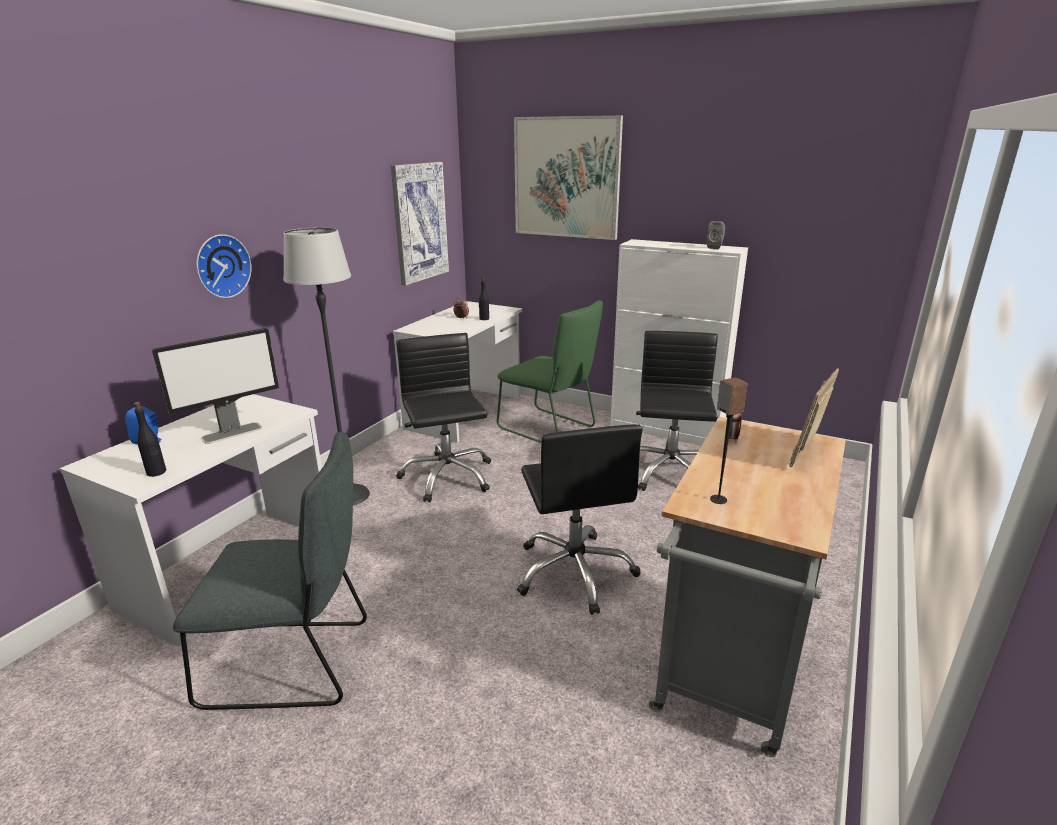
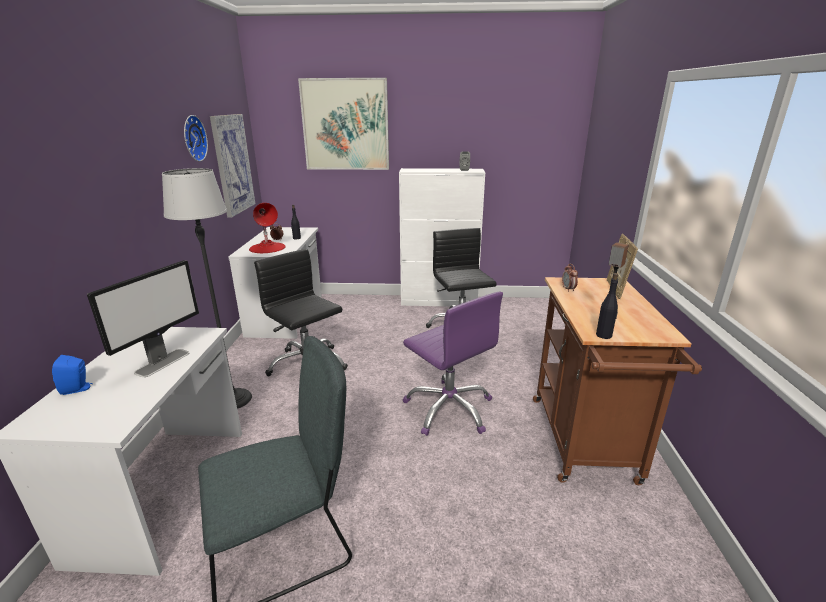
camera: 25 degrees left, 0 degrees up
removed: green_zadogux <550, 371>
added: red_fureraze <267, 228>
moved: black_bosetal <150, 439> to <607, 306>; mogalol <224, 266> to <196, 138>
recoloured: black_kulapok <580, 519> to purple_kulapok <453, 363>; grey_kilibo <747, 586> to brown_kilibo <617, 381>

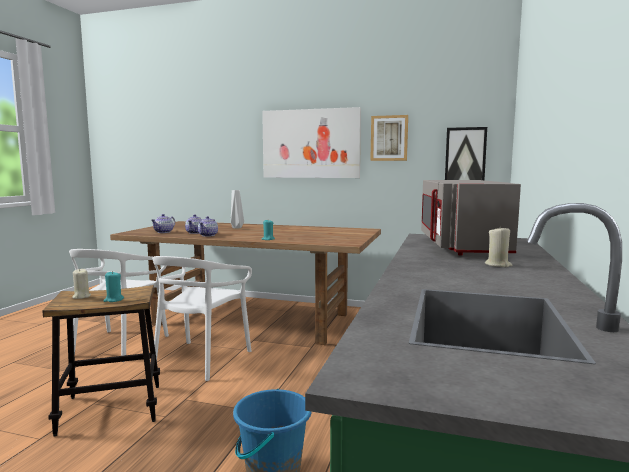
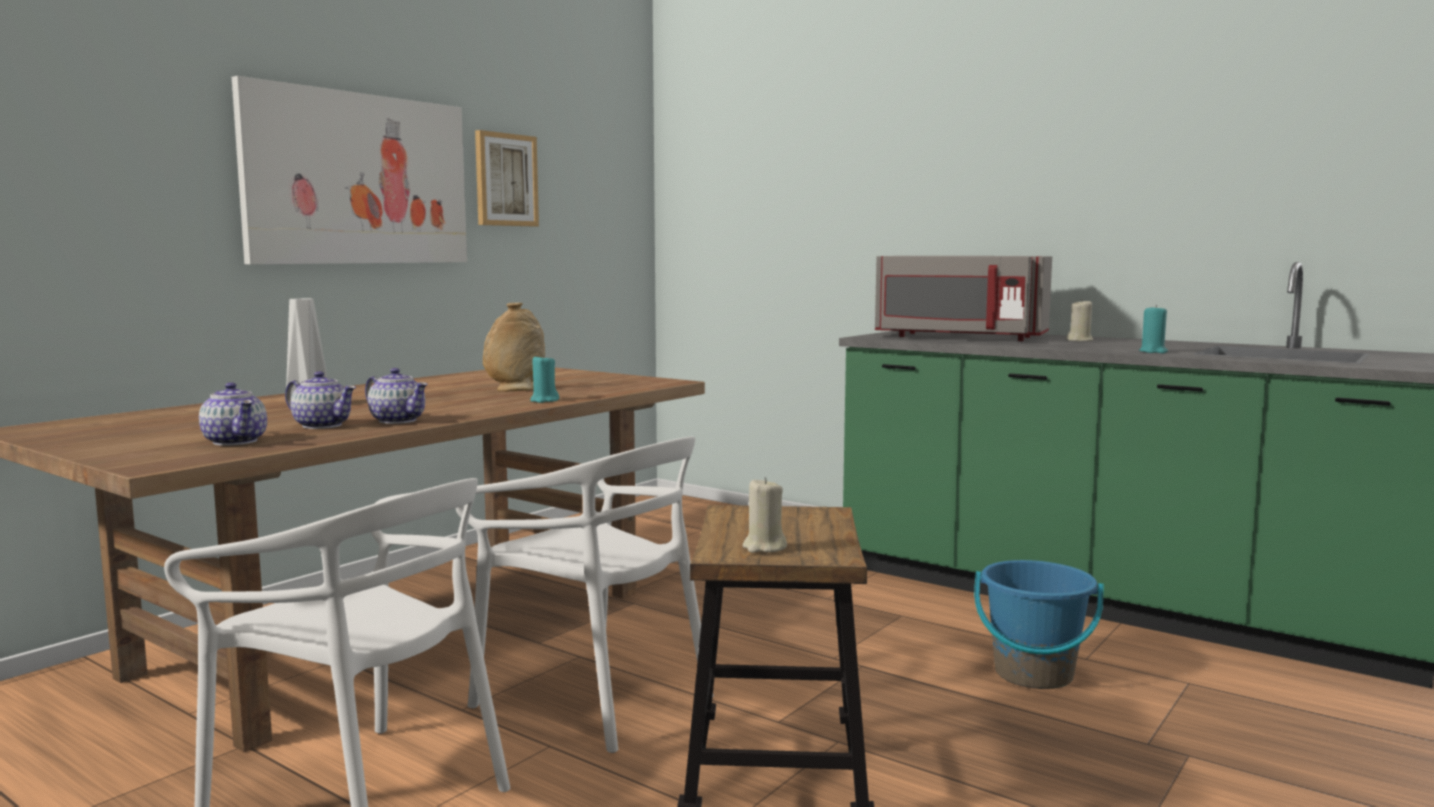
camera: 70 degrees left, 0 degrees up
removed: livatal <466, 153>
added: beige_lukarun <514, 347>
moved: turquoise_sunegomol <114, 286> to <1153, 329>

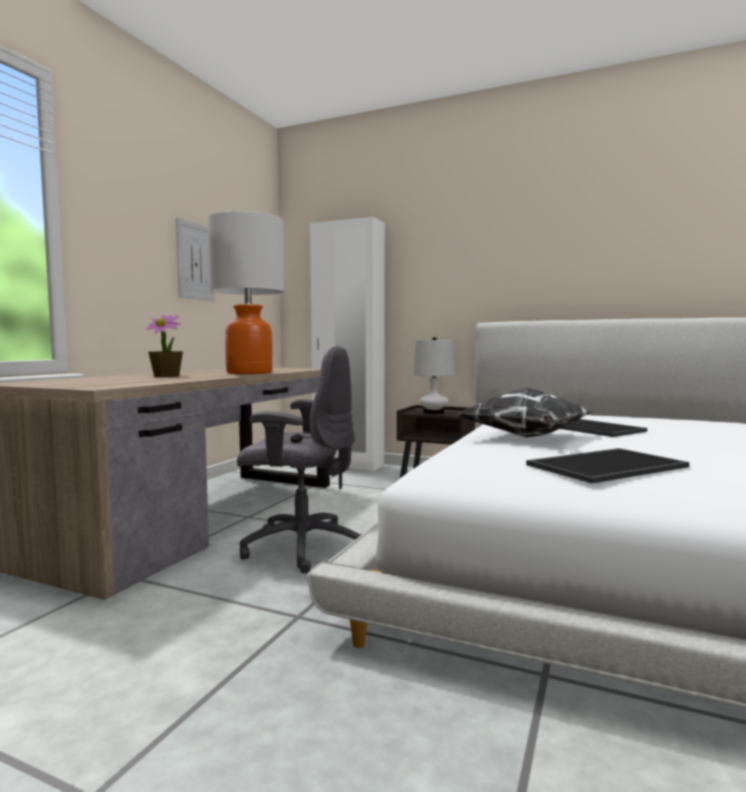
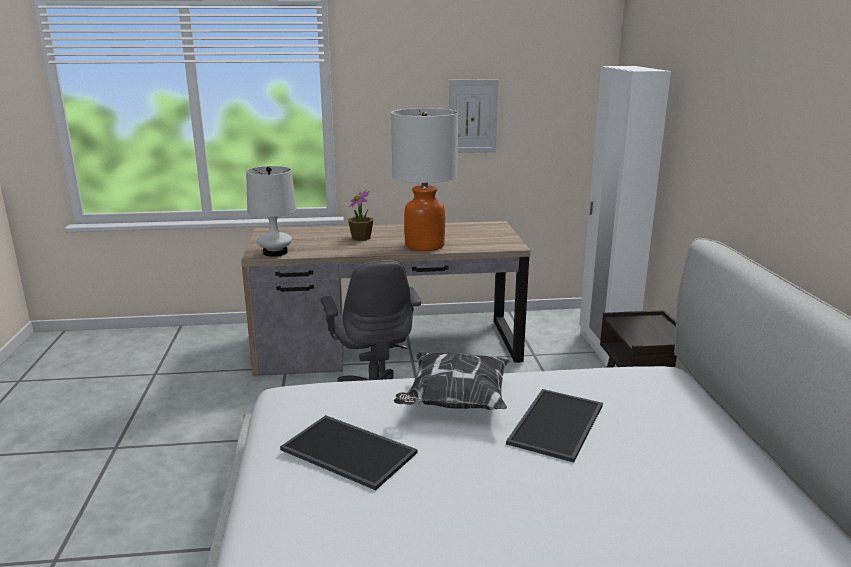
camera: 60 degrees right, 15 degrees up
moved: white_fureraze <434, 375> to <271, 211>

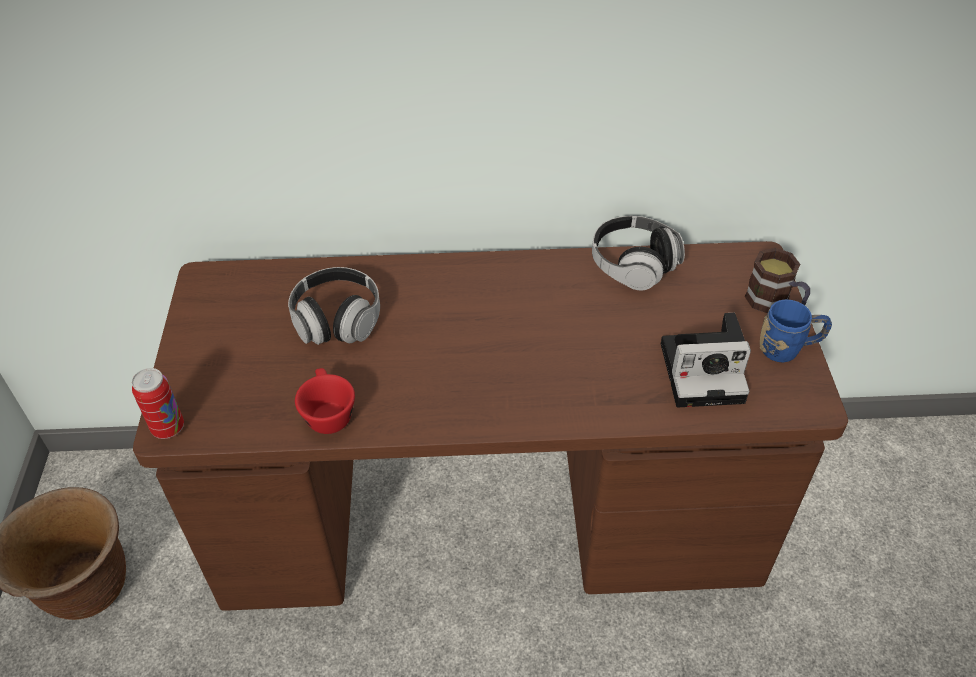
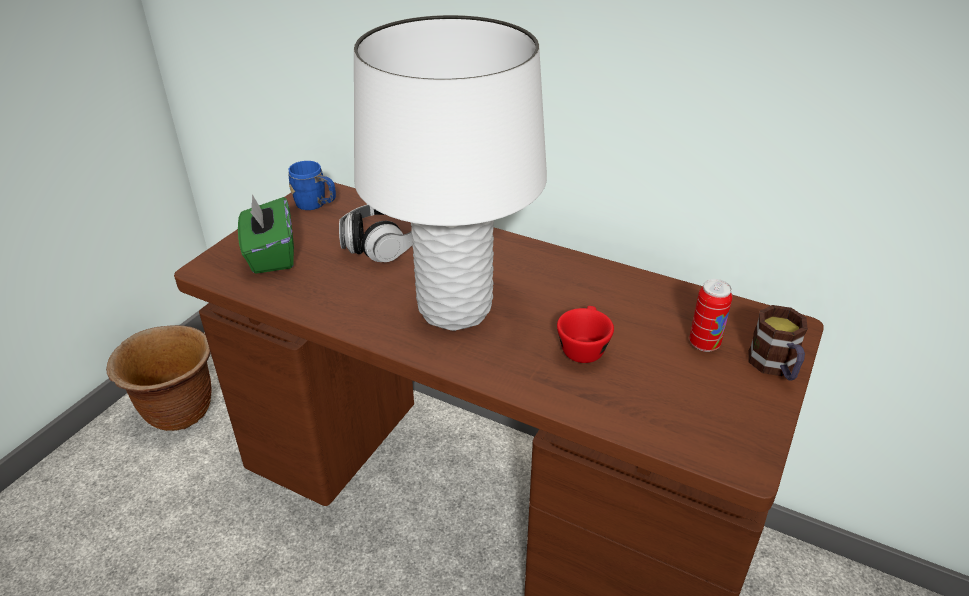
camera: 30 degrees right, 10 degrees down
removed: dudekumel <638, 253>; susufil <706, 360>
added: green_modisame <266, 234>; white_fureraze <450, 173>
moved: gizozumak <158, 403> to <710, 315>; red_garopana <325, 401> to <585, 334>; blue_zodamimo <796, 330> to <312, 185>

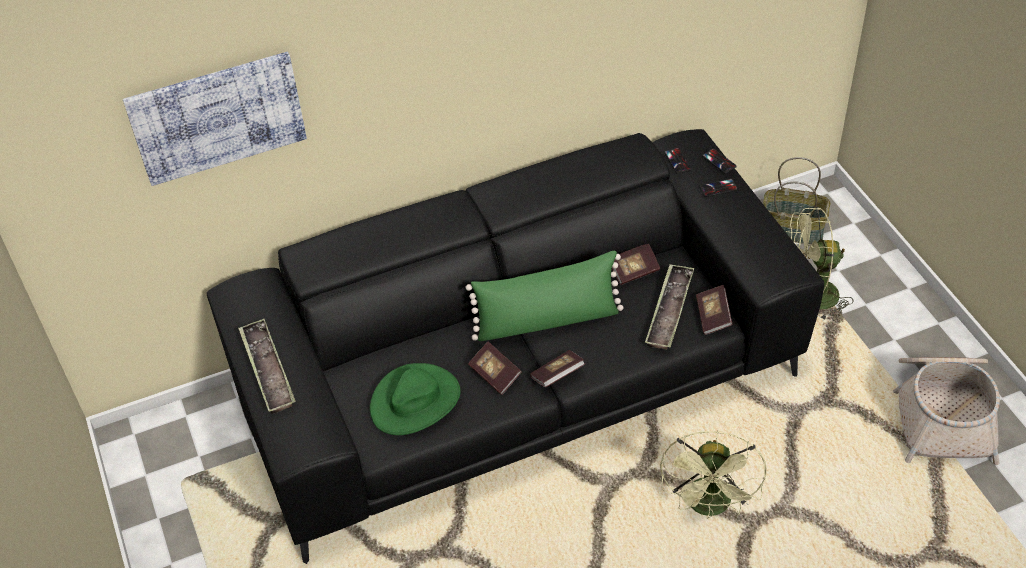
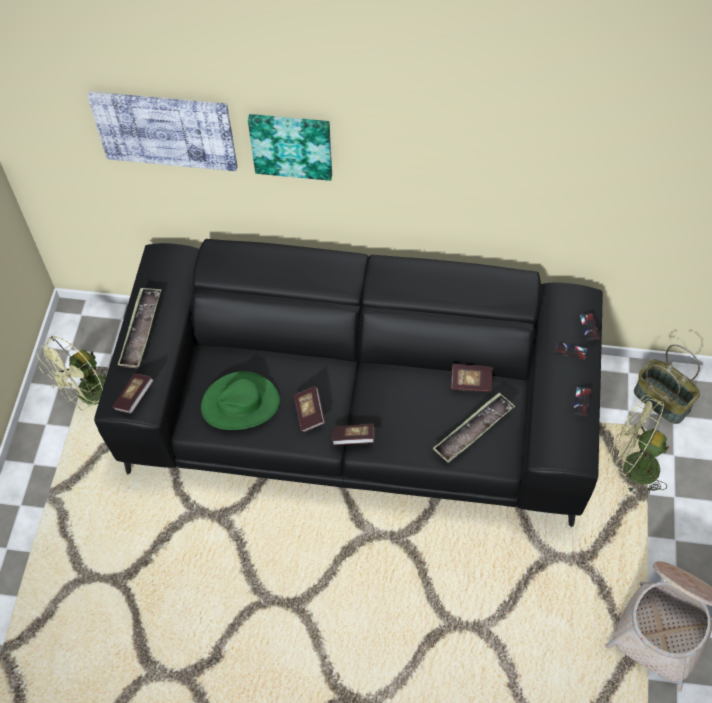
camera: 30 degrees right, 10 degrees up
removed: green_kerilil <545, 296>
added: livatal <290, 147>
moved: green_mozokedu <713, 474> to <71, 373>; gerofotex <677, 161> to <581, 401>; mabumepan <714, 310> to <133, 393>

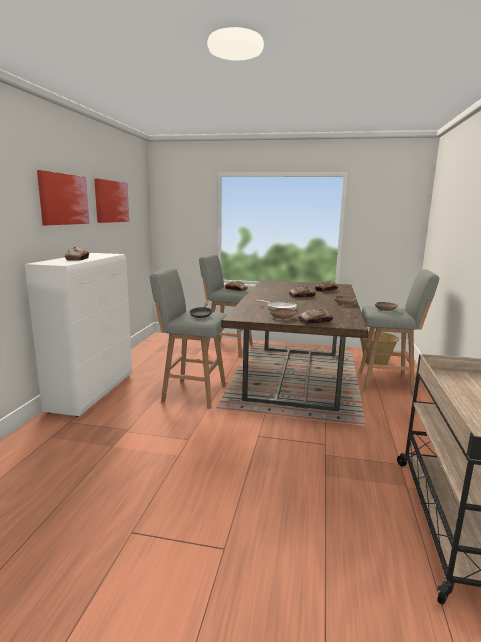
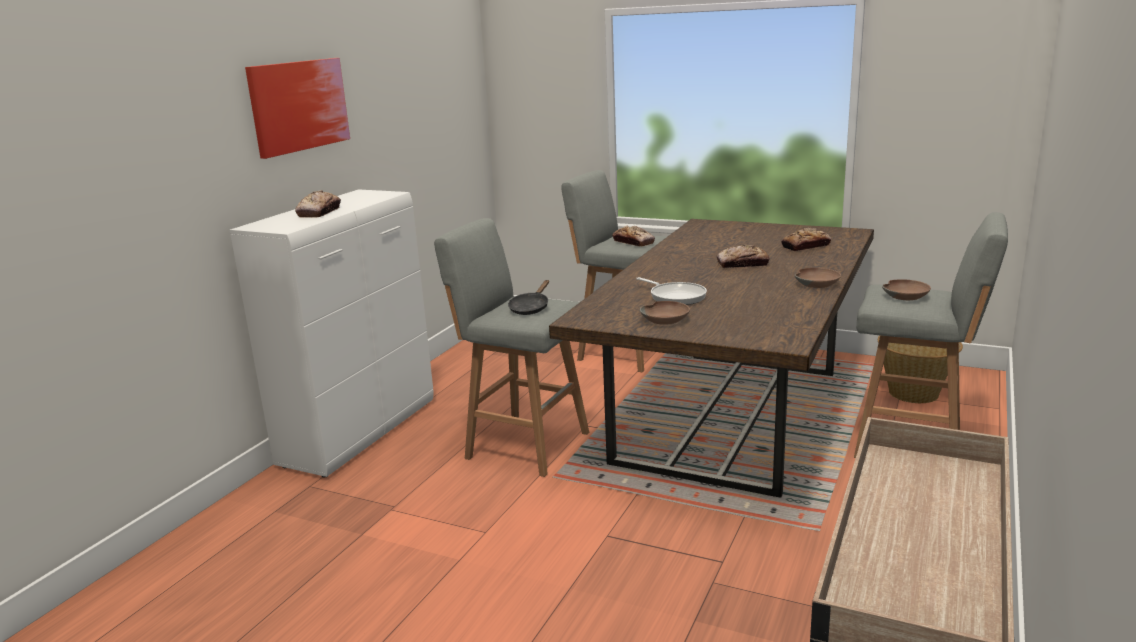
camera: 15 degrees right, 5 degrees up
removed: livatal <111, 200>; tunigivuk <315, 316>

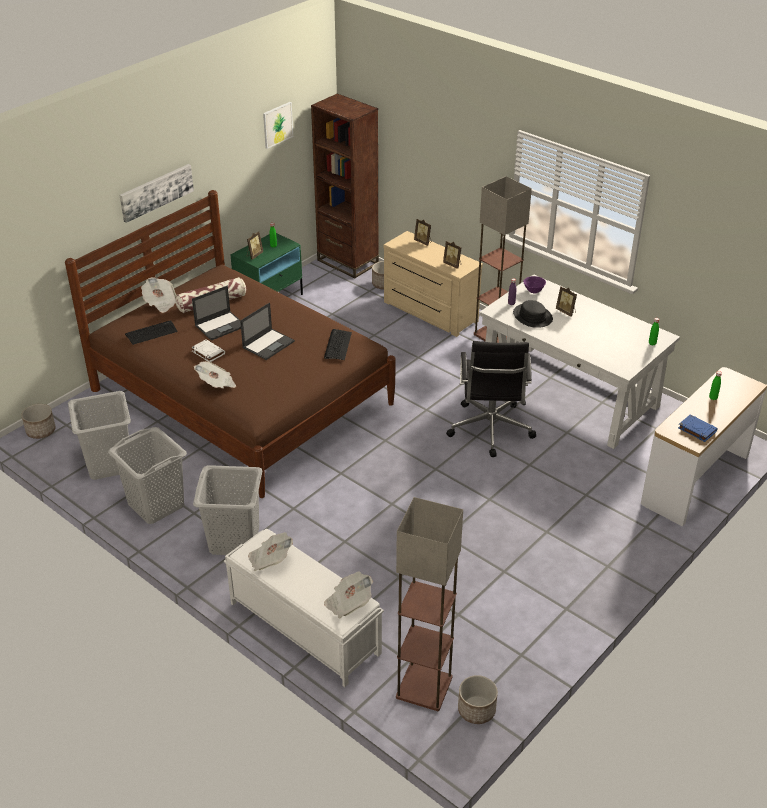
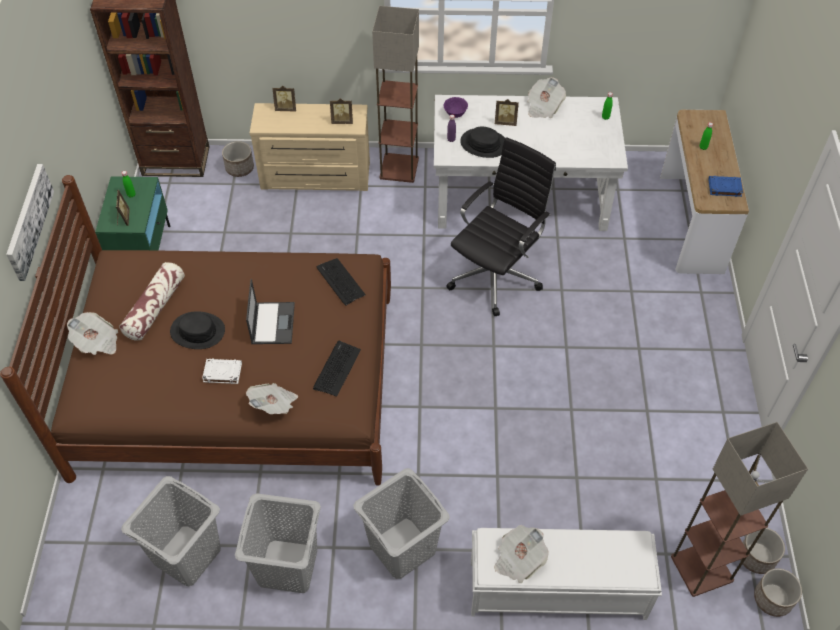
camera: 40 degrees left, 15 degrees up
removed: livatal <278, 125>
moved: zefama <38, 421> to <778, 592>; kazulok <151, 333> to <337, 369>; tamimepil <348, 595> to <546, 97>
replaced: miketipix <216, 313> to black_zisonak <197, 330>
turned: black_kulapok <491, 399> = <501, 226> 105 degrees counterclockwise

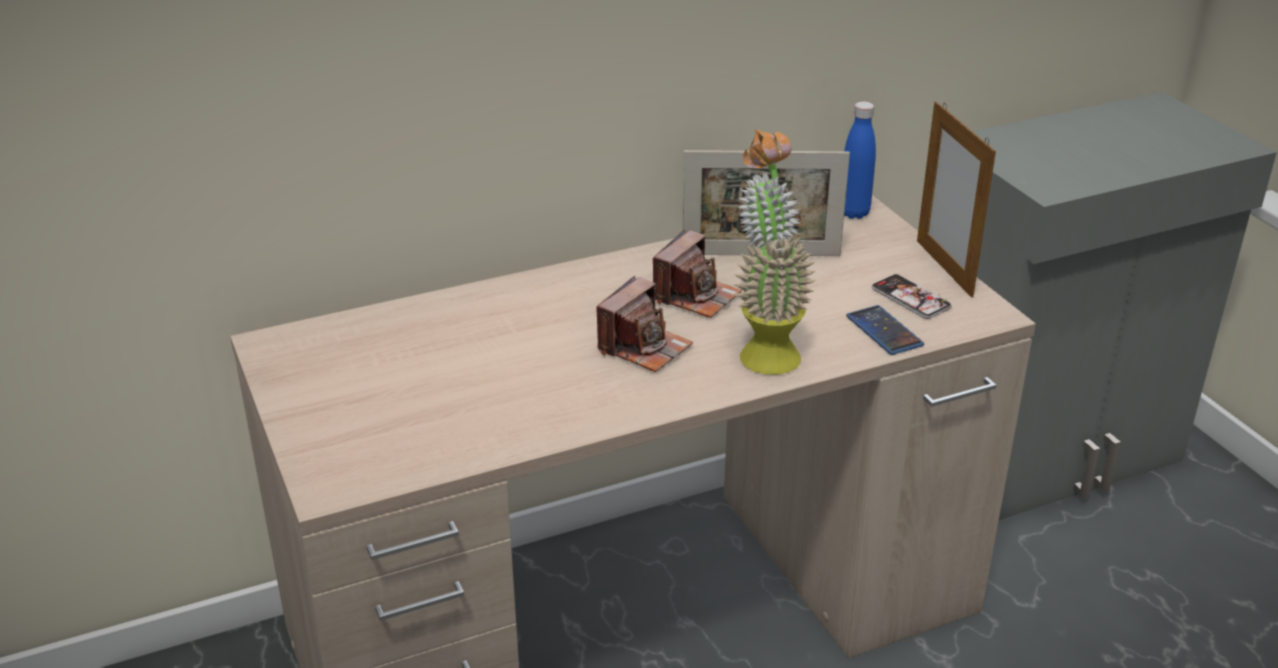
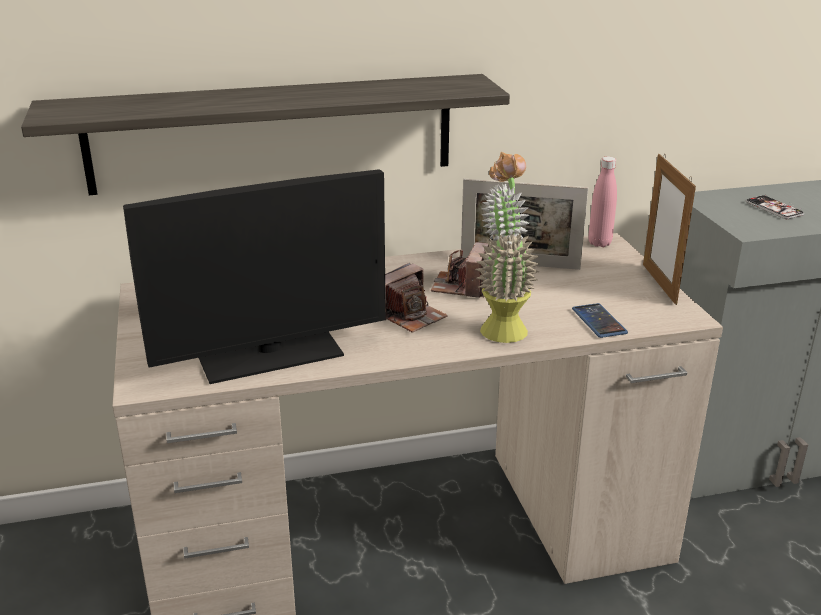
camera: 10 degrees right, 5 degrees down
added: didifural <265, 134>; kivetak <254, 276>
moved: gerofotex <912, 296> to <775, 207>
recoloured: blue_bosetal <860, 160> to pink_bosetal <602, 202>
turned: susufil <697, 273> = <460, 270> 150 degrees clockwise

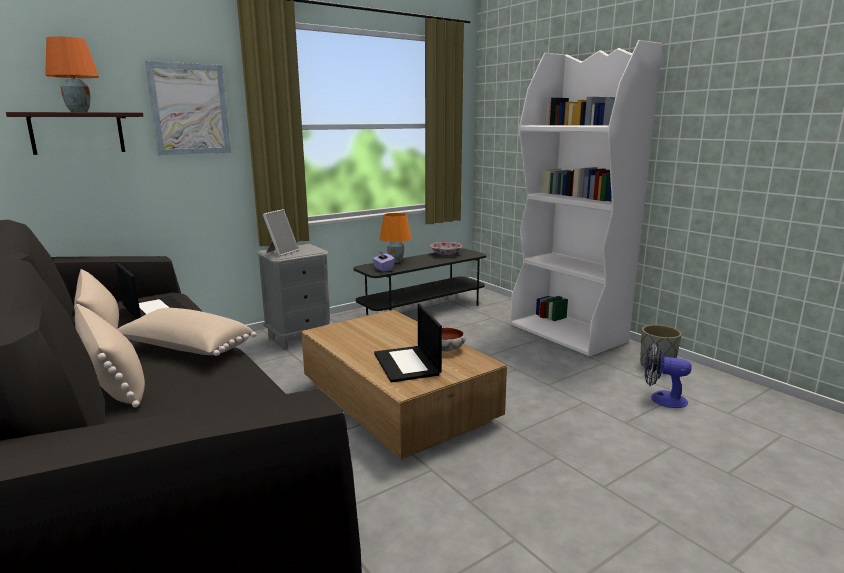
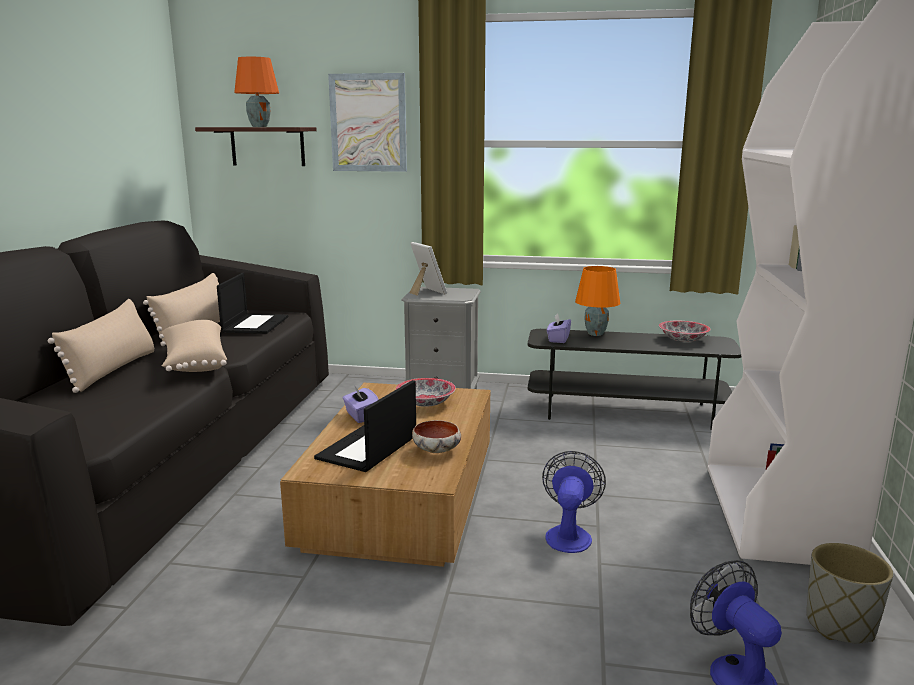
camera: 45 degrees right, 0 degrees up
added: purple_modisame <361, 404>; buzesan <426, 392>; mozokedu <574, 502>
turned: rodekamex <281, 233> = <428, 269> 105 degrees counterclockwise

